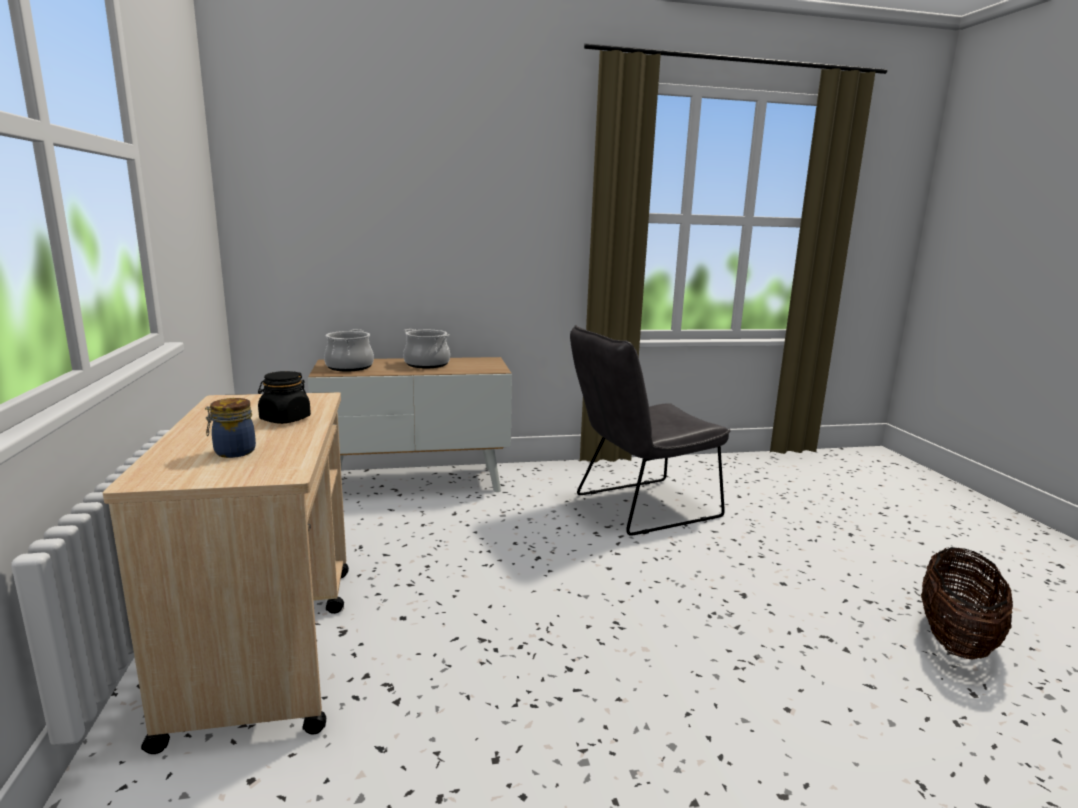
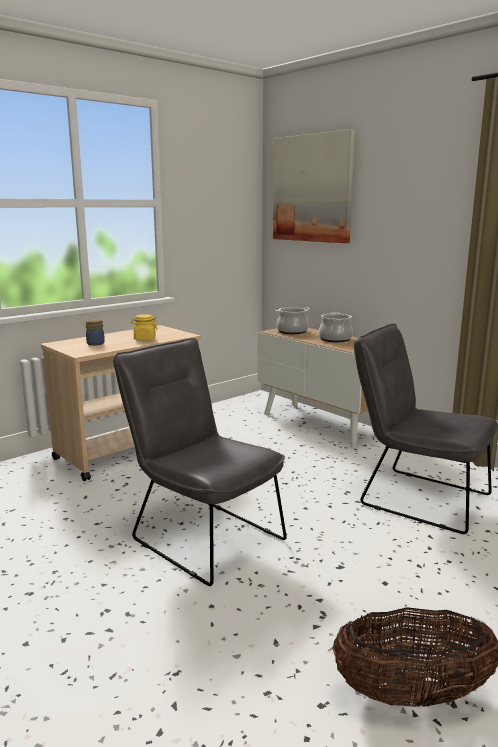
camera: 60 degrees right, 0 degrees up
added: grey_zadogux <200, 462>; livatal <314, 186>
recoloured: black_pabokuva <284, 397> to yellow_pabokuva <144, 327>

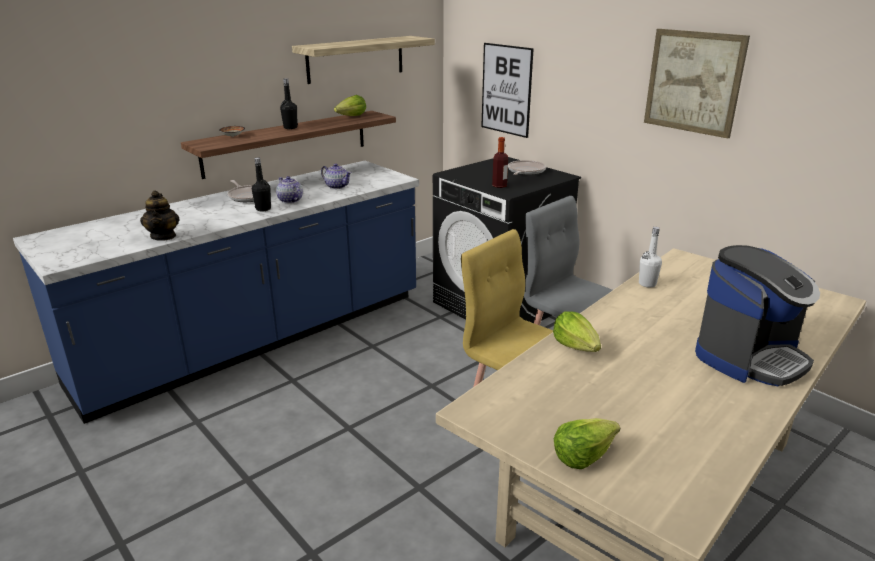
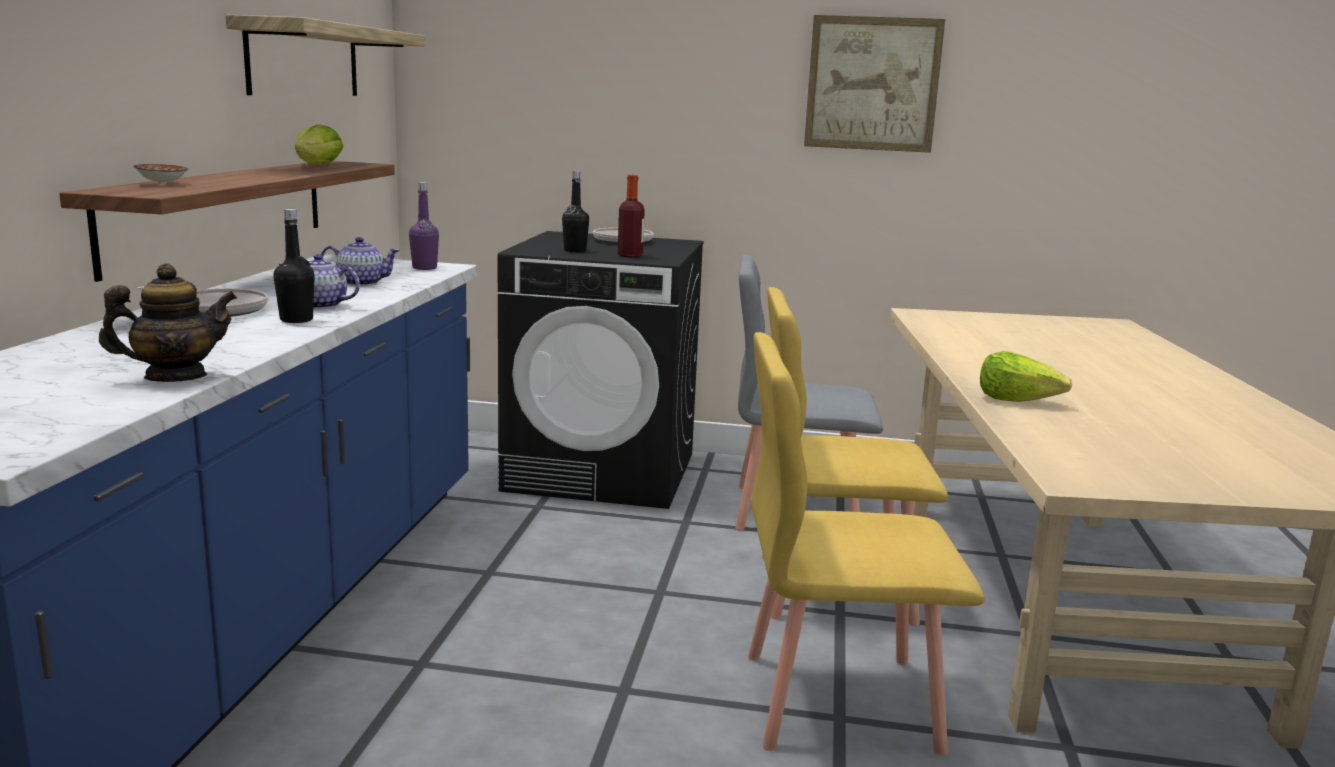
camera: 40 degrees left, 10 degrees down
removed: livatal <507, 90>; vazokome <587, 443>; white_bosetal <650, 257>; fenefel <757, 315>
added: purple_bosetal <424, 226>; yellow_zadogux <866, 544>
moved: black_bosetal <289, 103> to <575, 211>
turned: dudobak <159, 215> = <168, 322> 60 degrees counterclockwise

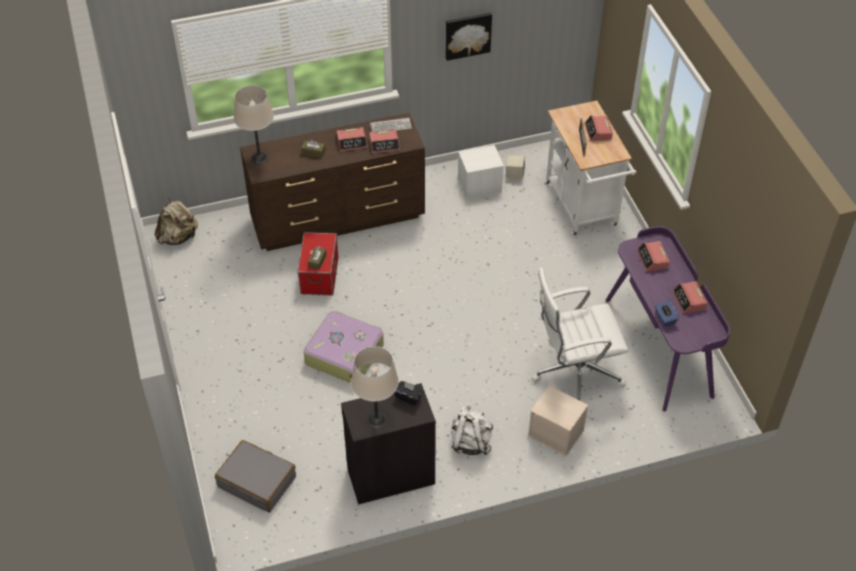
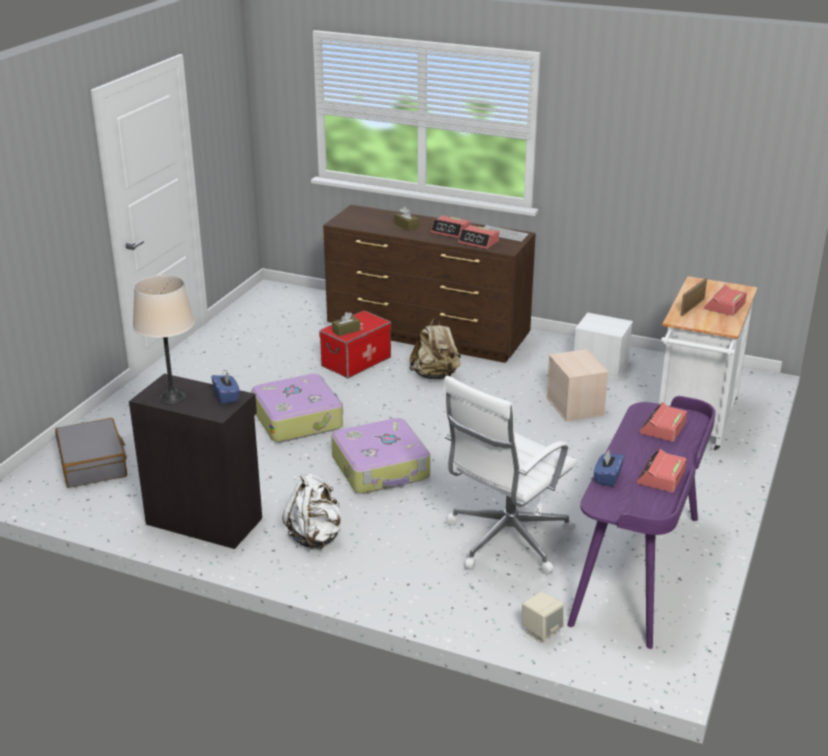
camera: 40 degrees right, 20 degrees down
removed: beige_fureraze <254, 124>; livatal <469, 37>
added: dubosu <380, 456>
moved: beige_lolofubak <176, 221> to <435, 348>; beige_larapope <515, 168> to <543, 617>; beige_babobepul <558, 421> to <577, 385>
recoloured: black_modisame <408, 393> to blue_modisame <225, 388>
turned: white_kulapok <580, 334> = <510, 475> 75 degrees counterclockwise

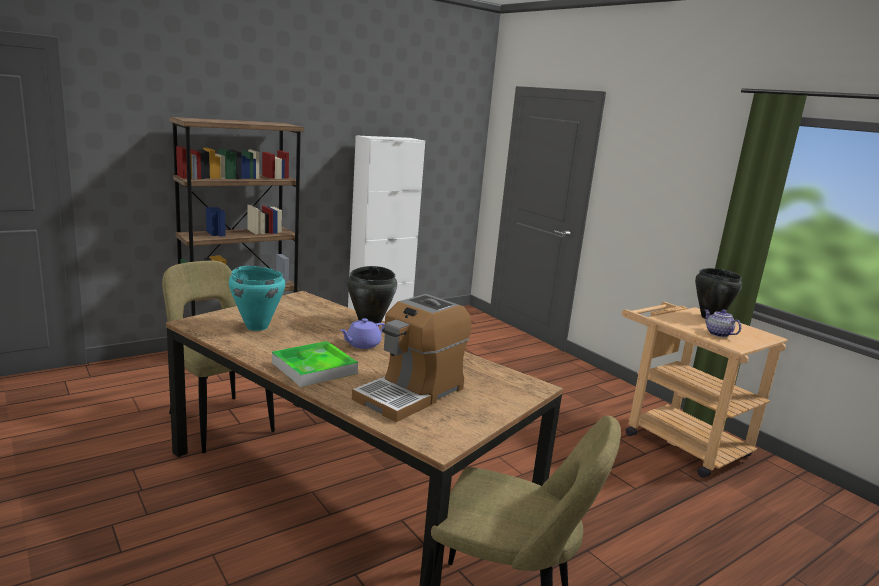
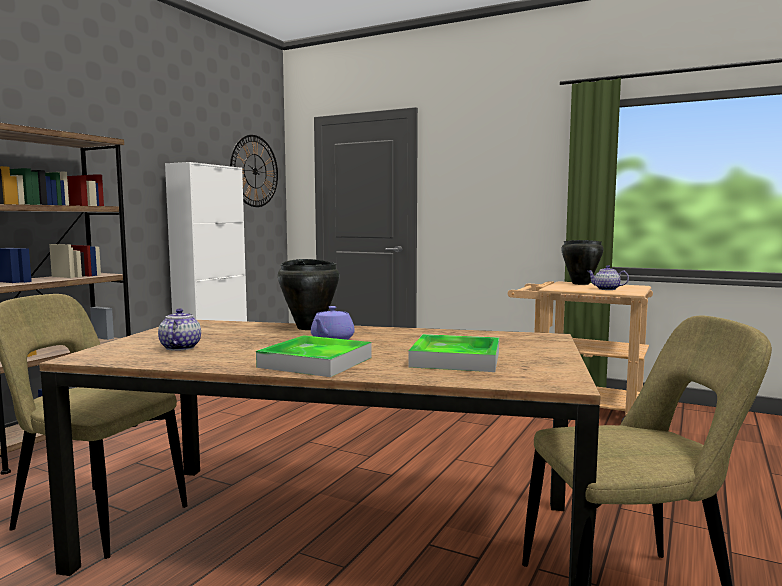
camera: 25 degrees left, 10 degrees down
added: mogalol <254, 171>
replaced: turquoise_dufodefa <257, 298> to dudobak <179, 329>; fenefel <412, 358> to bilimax <453, 353>

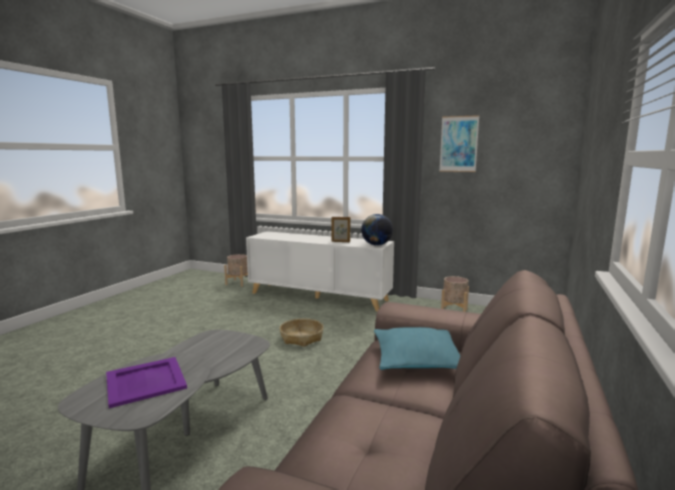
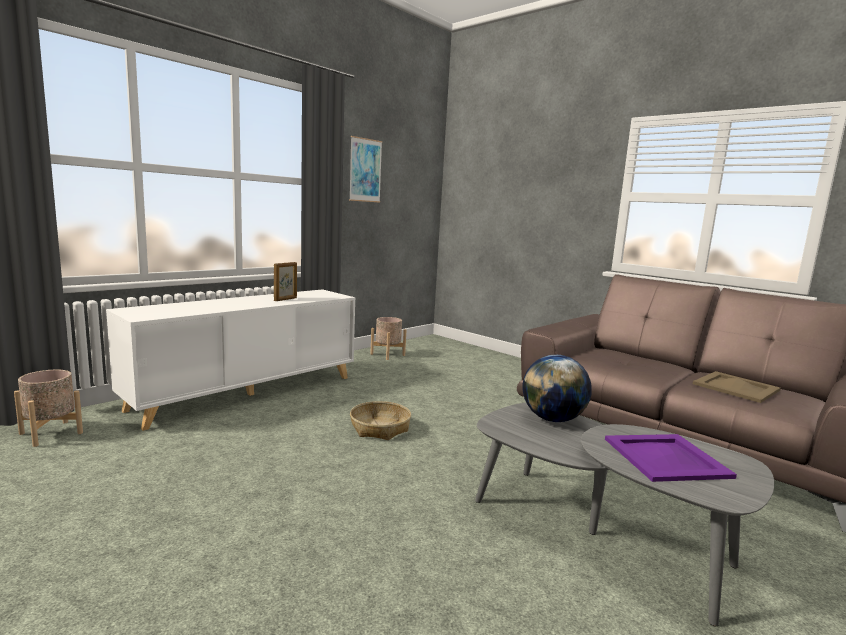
camera: 70 degrees left, 0 degrees up
removed: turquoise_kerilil <417, 348>
added: beige_bilimax <737, 387>
moved: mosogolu <377, 230> to <557, 388>

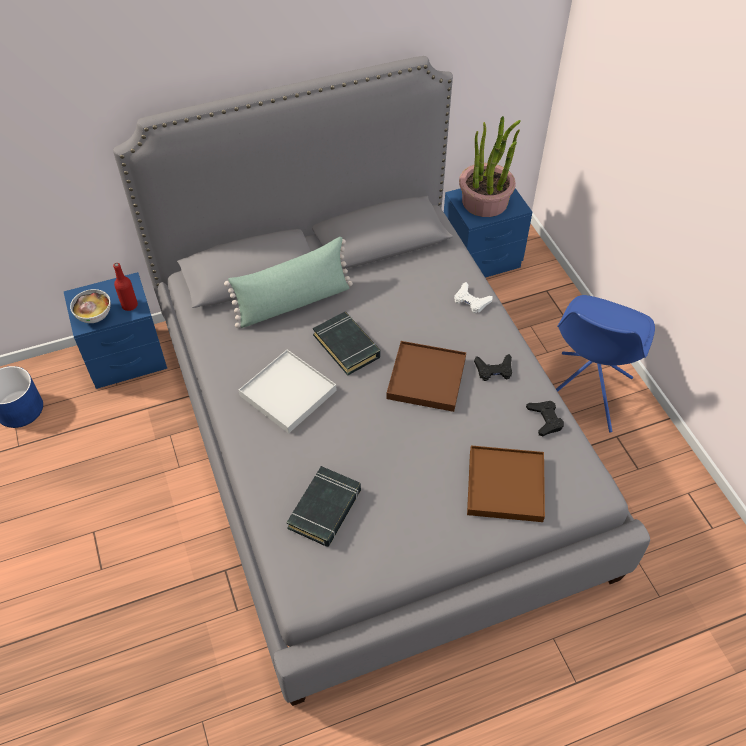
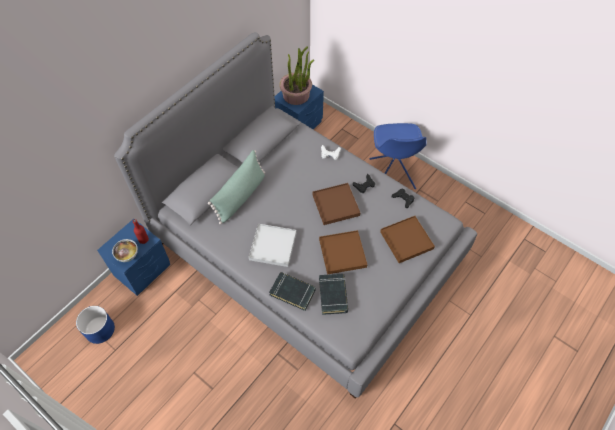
camera: 30 degrees left, 5 degrees up
added: brown_bilimax <343, 252>
moved: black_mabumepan <346, 344> to <292, 291>

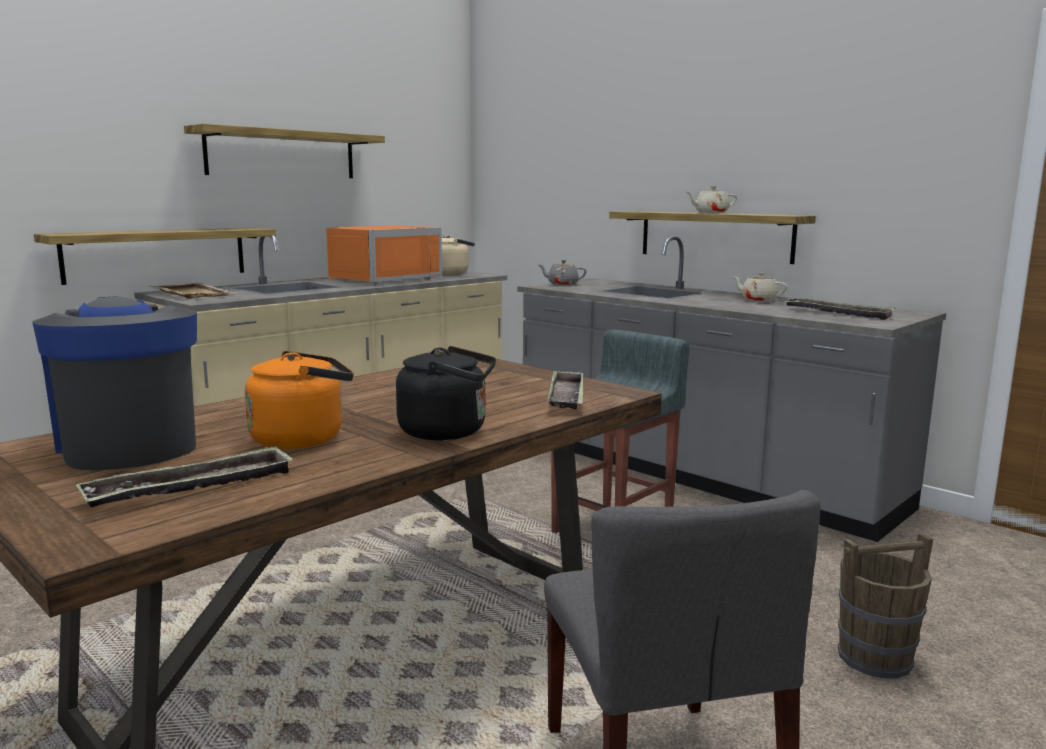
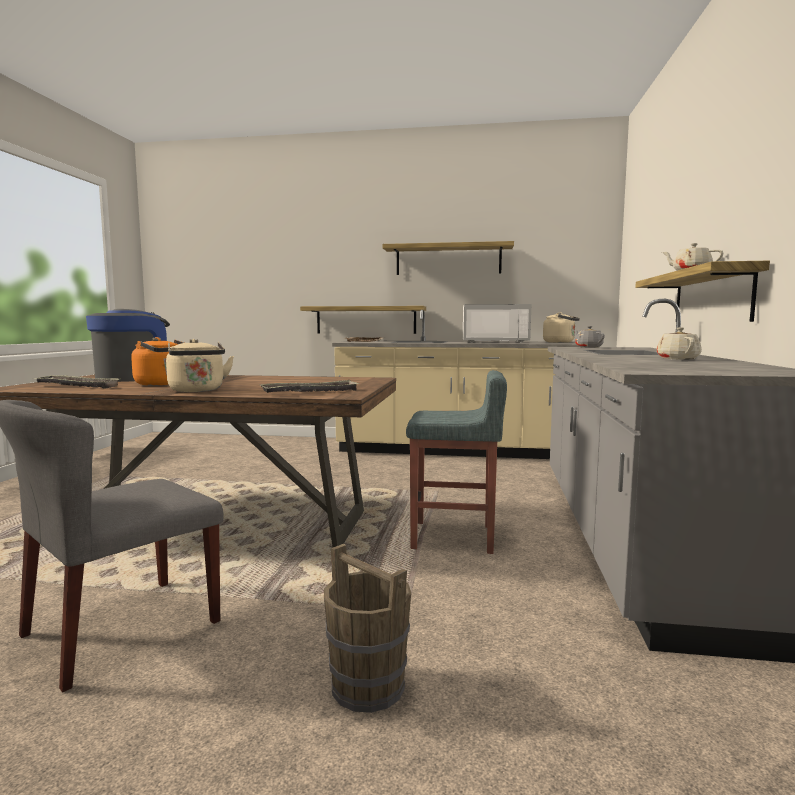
camera: 55 degrees right, 5 degrees down
removed: bilimax <840, 308>
recoloured: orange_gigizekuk <384, 254> to white_gigizekuk <497, 323>; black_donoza <446, 393> to beige_donoza <200, 365>

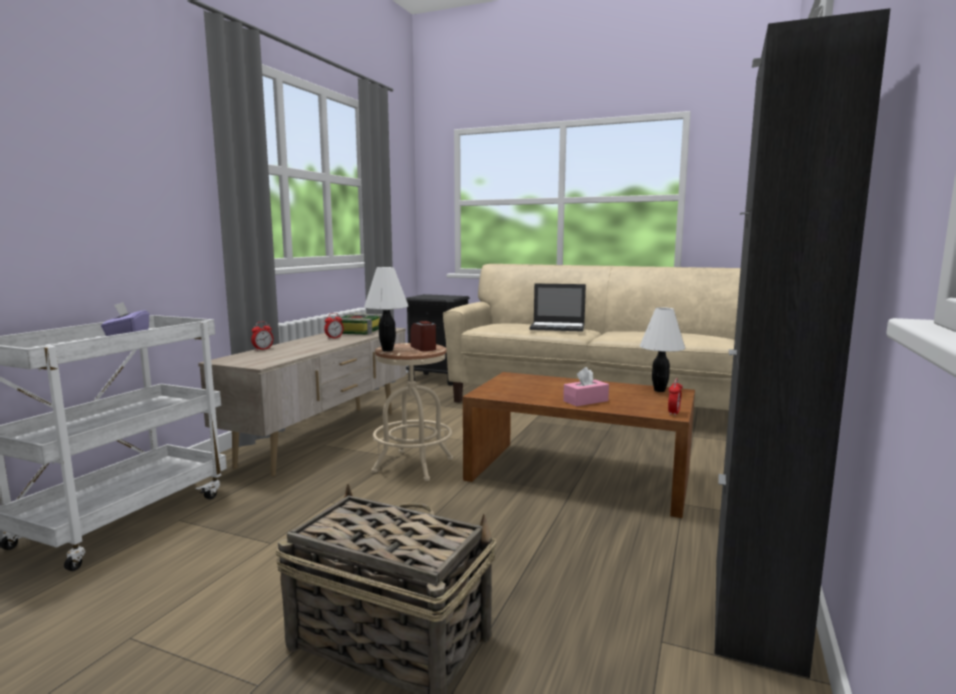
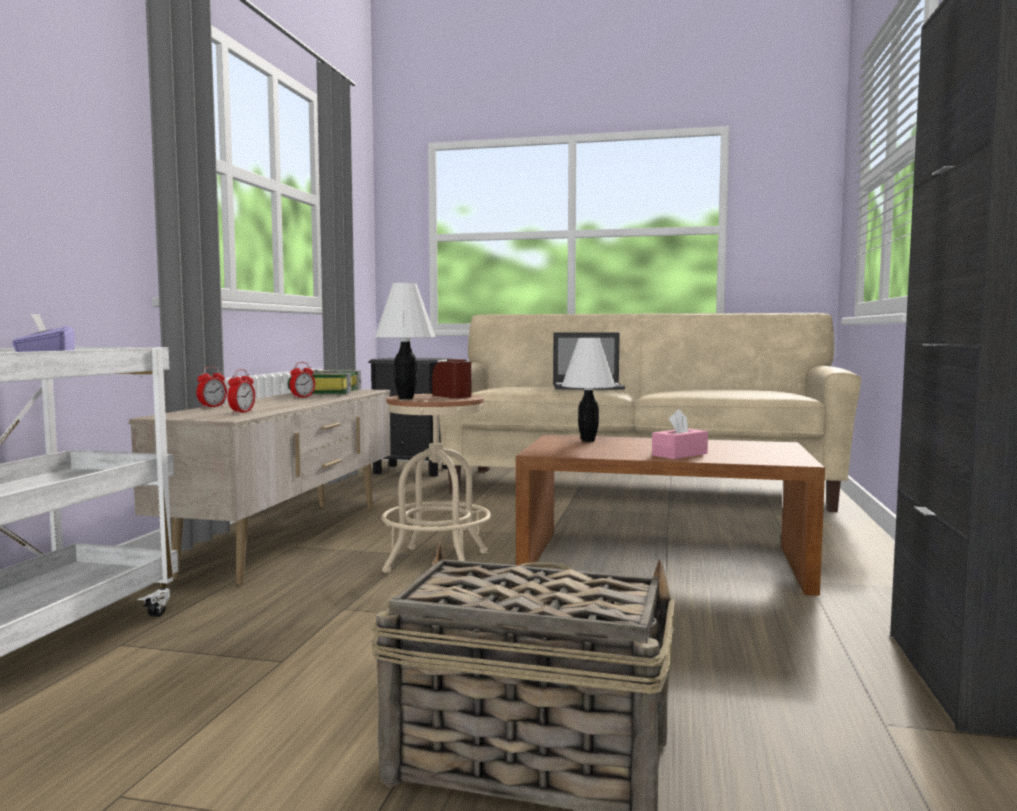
camera: 10 degrees left, 5 degrees down
moved: white_fureraze <662, 349> to <589, 390>; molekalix <675, 397> to <241, 391>

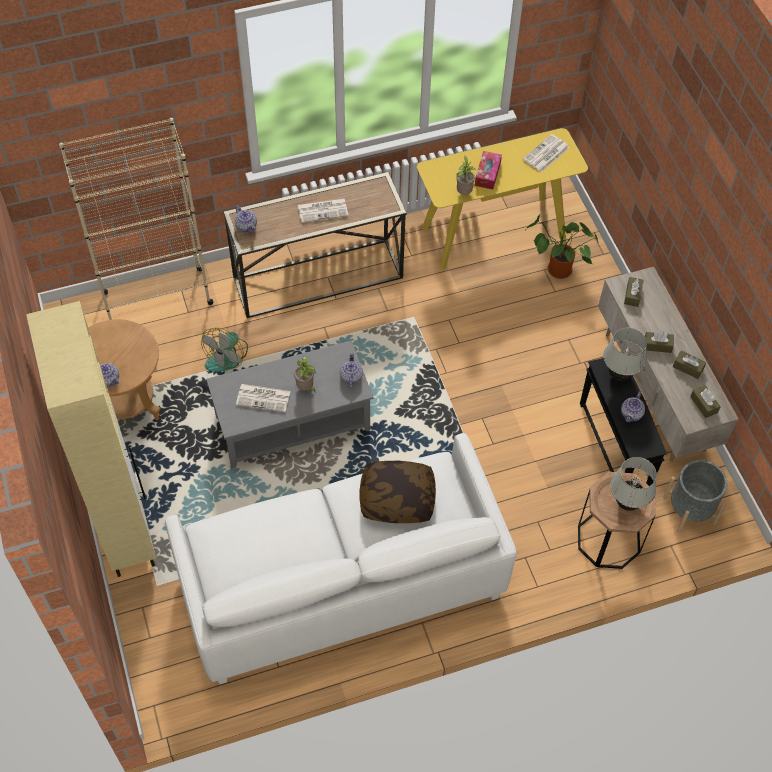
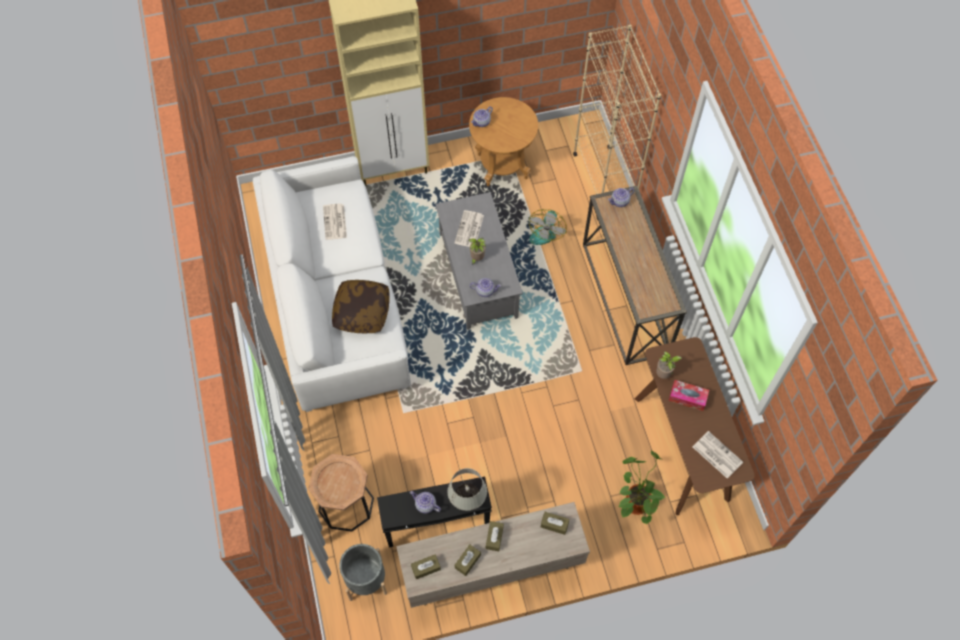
camera: 95 degrees right, 5 degrees up
removed: white_fureraze <633, 484>
moved: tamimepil <323, 210> to <335, 221>
recoloured: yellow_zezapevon <502, 199> to brown_zezapevon <695, 426>
turned: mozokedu <224, 350> = <548, 227> 105 degrees counterclockwise

